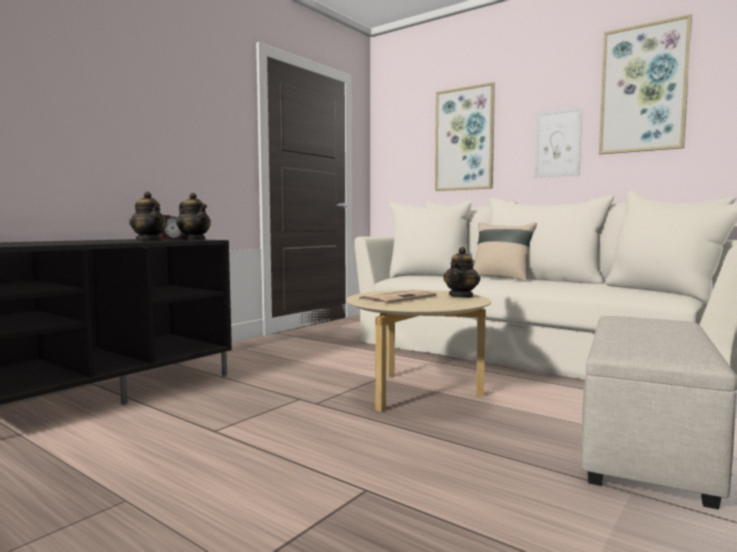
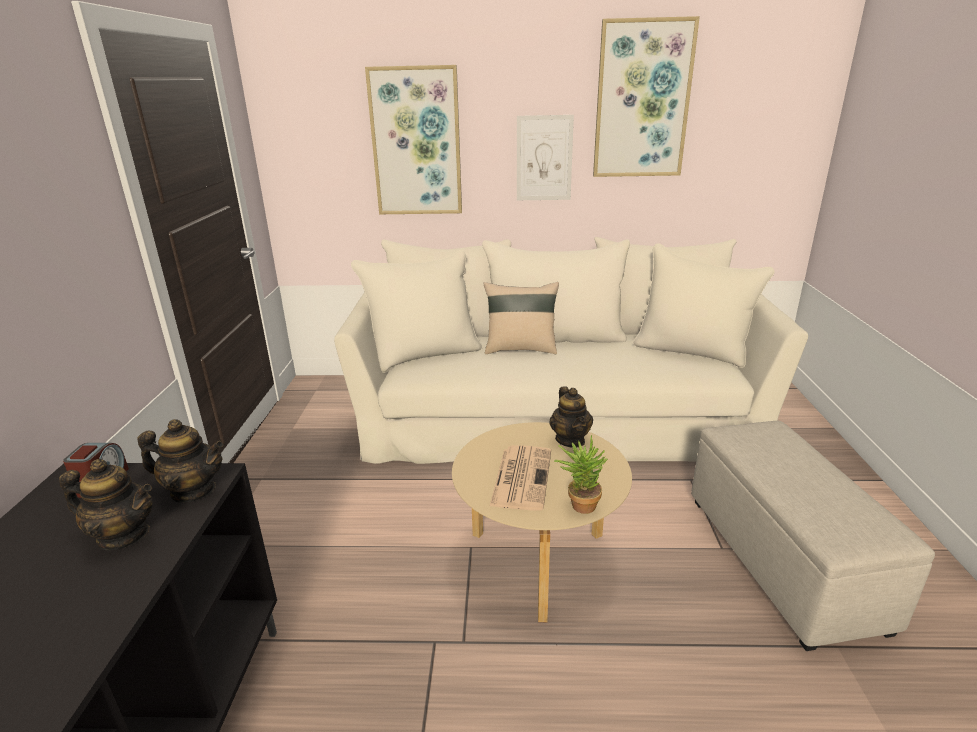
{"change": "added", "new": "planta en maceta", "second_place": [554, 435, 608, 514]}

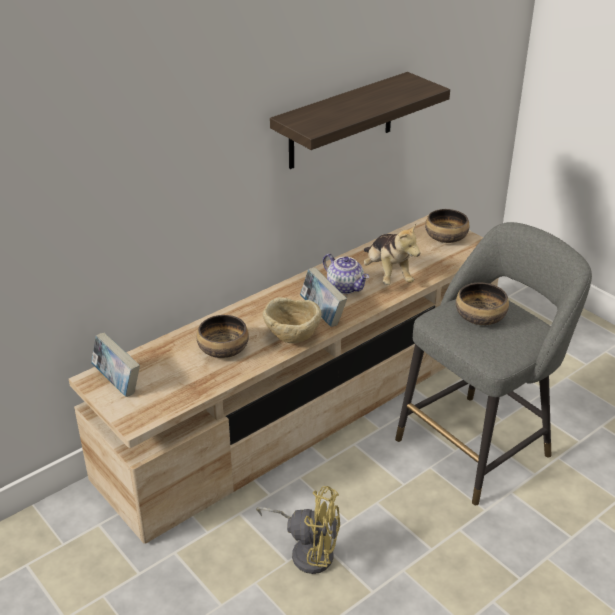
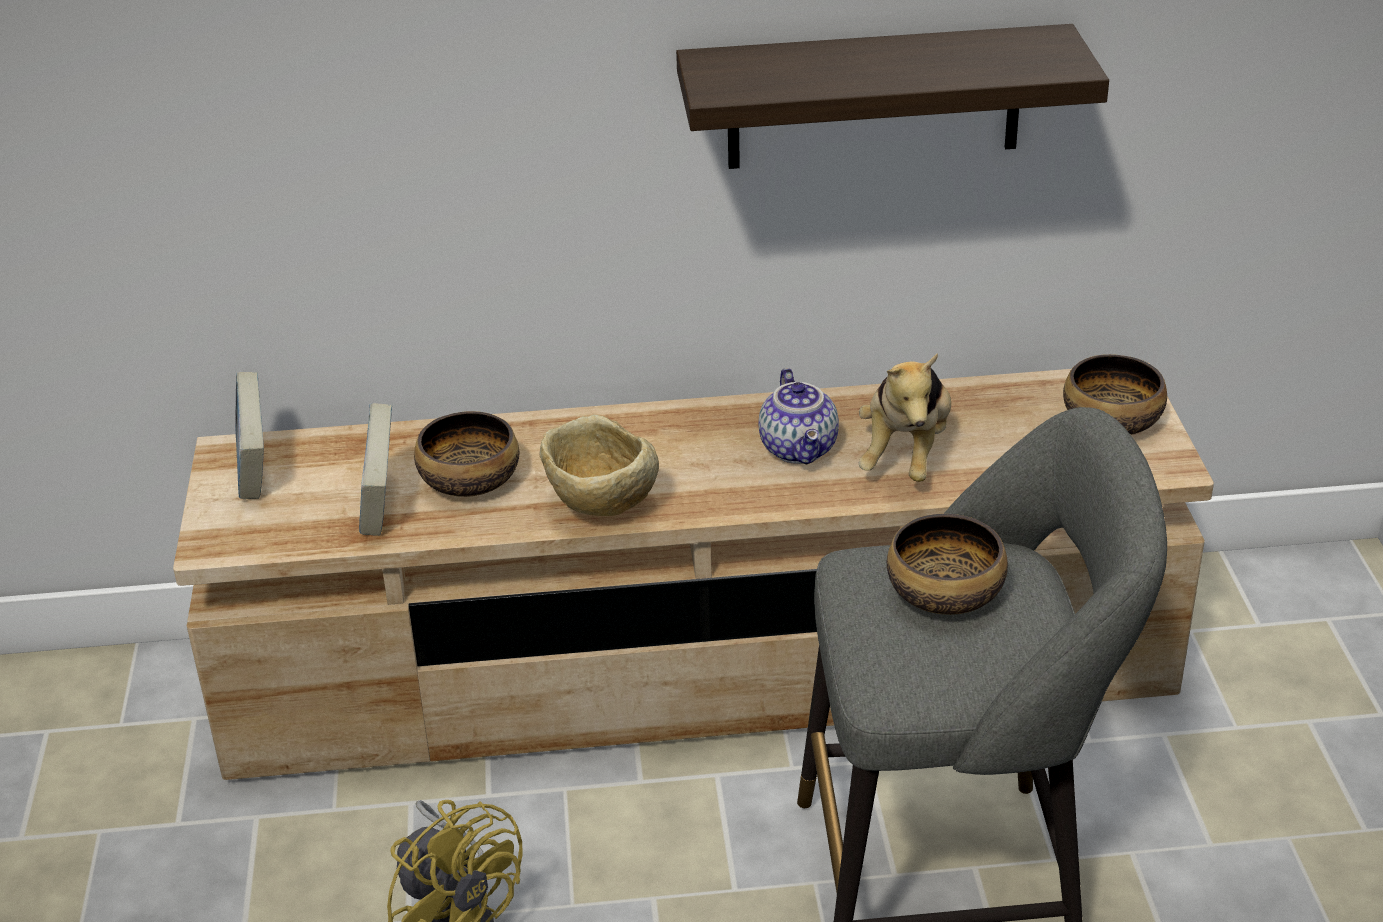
{"change": "moved", "old": "libro", "first_place": [300, 267, 347, 327], "second_place": [359, 403, 392, 536]}

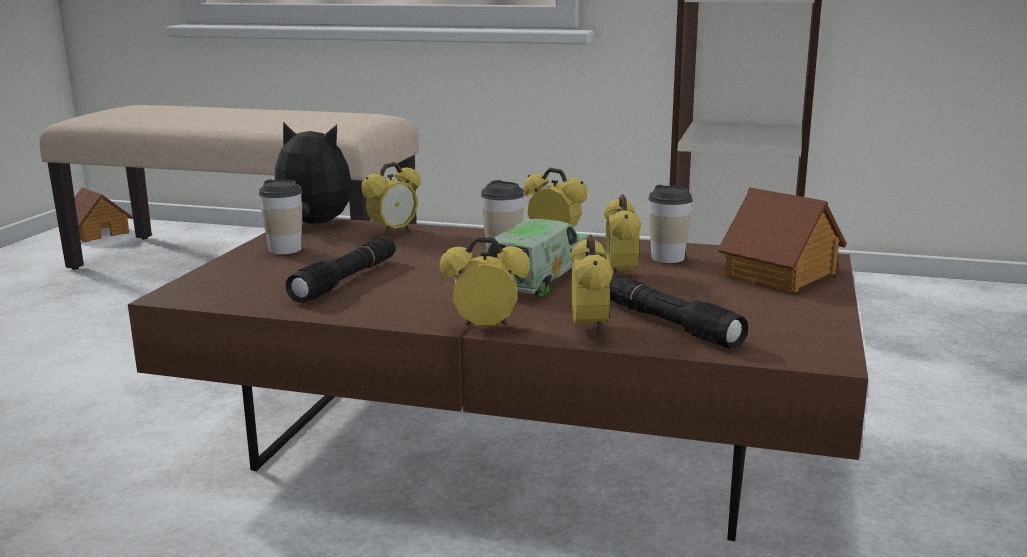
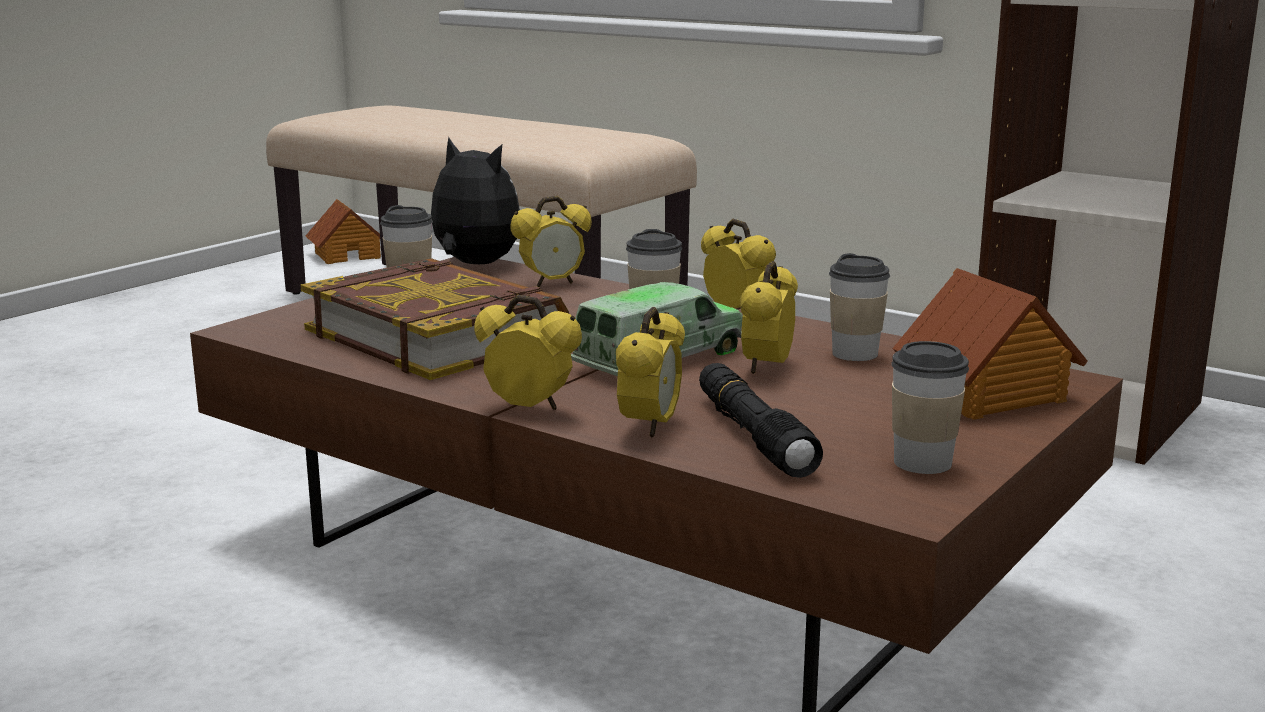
{"change": "replaced", "old": "linterna/negro", "new": "libro", "first_place": [285, 236, 396, 303], "second_place": [301, 258, 569, 380]}
{"change": "added", "new": "taza", "second_place": [891, 341, 969, 474]}

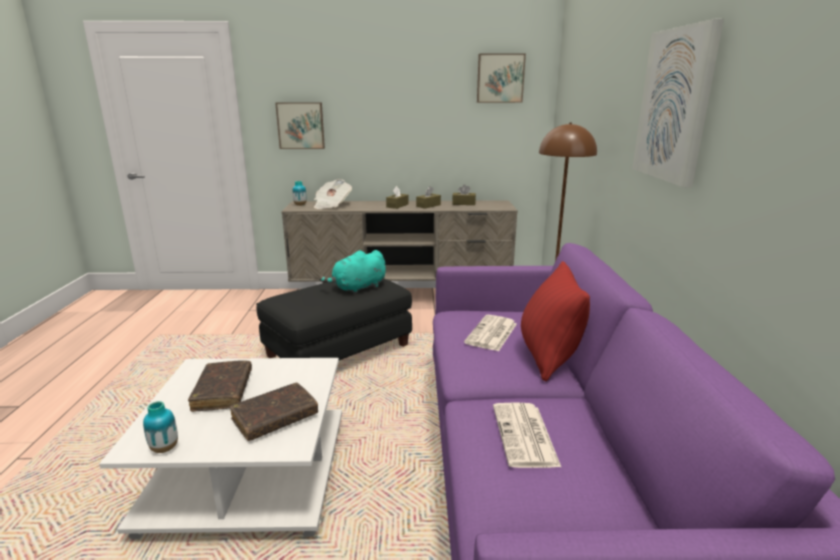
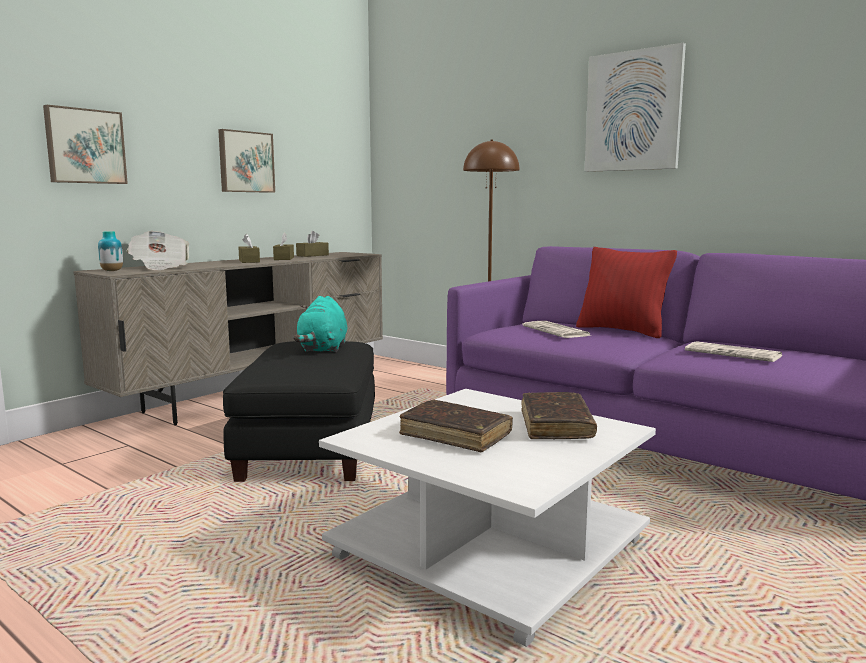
{"change": "removed", "old": "florero", "first_place": [143, 401, 178, 453]}
{"change": "moved", "old": "cuadro", "first_place": [477, 54, 526, 103], "second_place": [218, 129, 275, 193]}

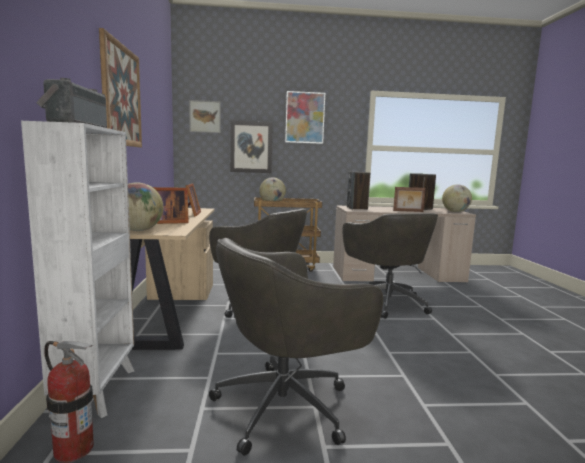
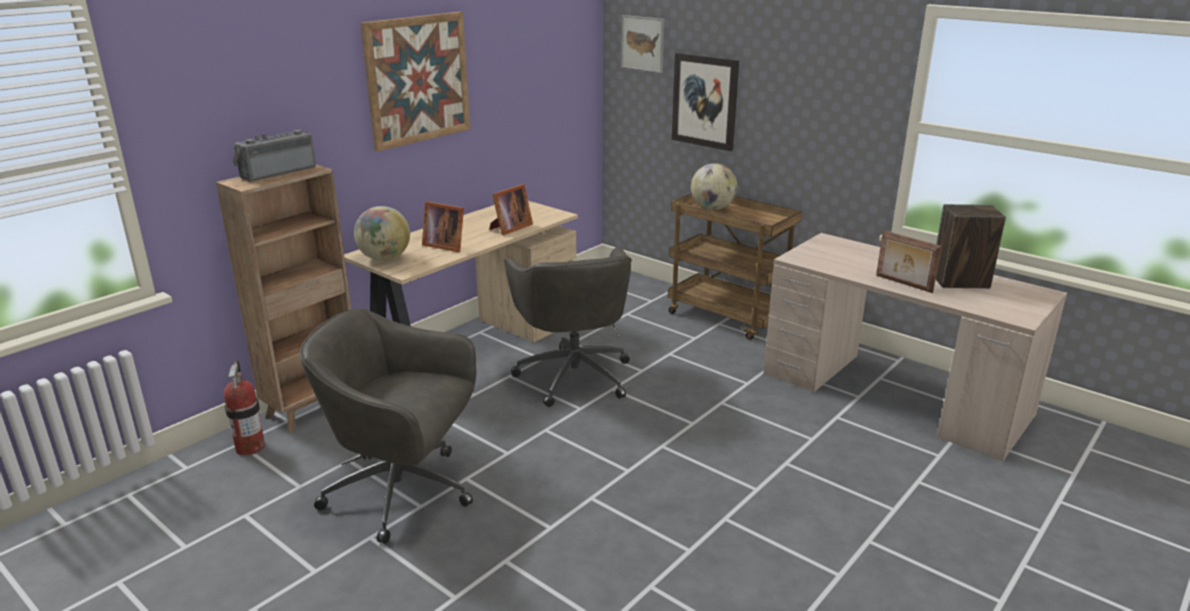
{"change": "recoloured", "old": "estantería/blanco", "new": "estantería/marrón", "first_place": [21, 121, 134, 418], "second_place": [216, 164, 351, 433]}
{"change": "removed", "old": "cuadro", "first_place": [285, 91, 325, 144]}
{"change": "removed", "old": "silla de oficina/gris", "first_place": [342, 213, 438, 319]}
{"change": "removed", "old": "altavoz", "first_place": [347, 171, 370, 210]}
{"change": "removed", "old": "globo terráqueo", "first_place": [442, 184, 472, 212]}

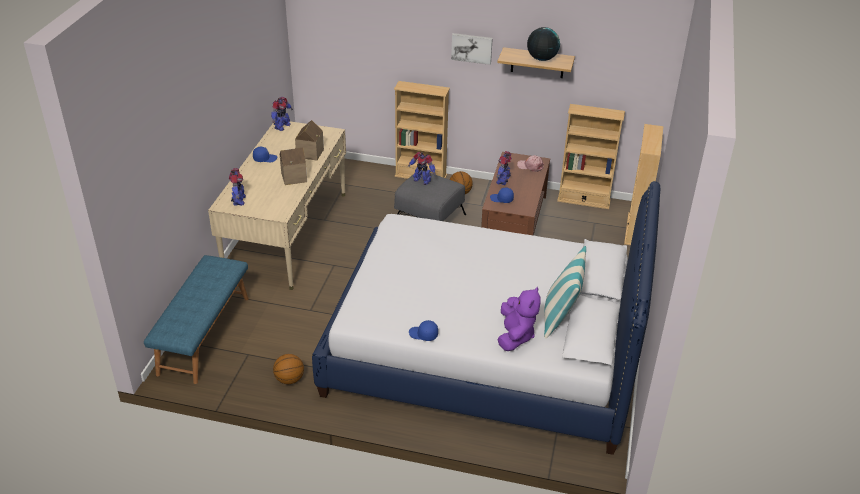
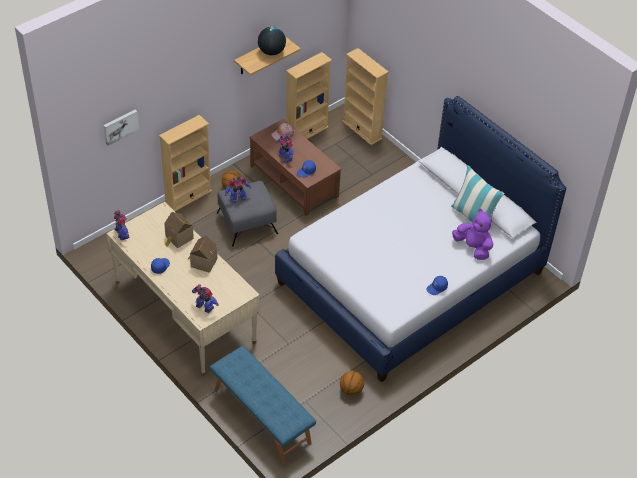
{"change": "moved", "old": "cuadro", "first_place": [451, 33, 493, 65], "second_place": [104, 109, 139, 146]}

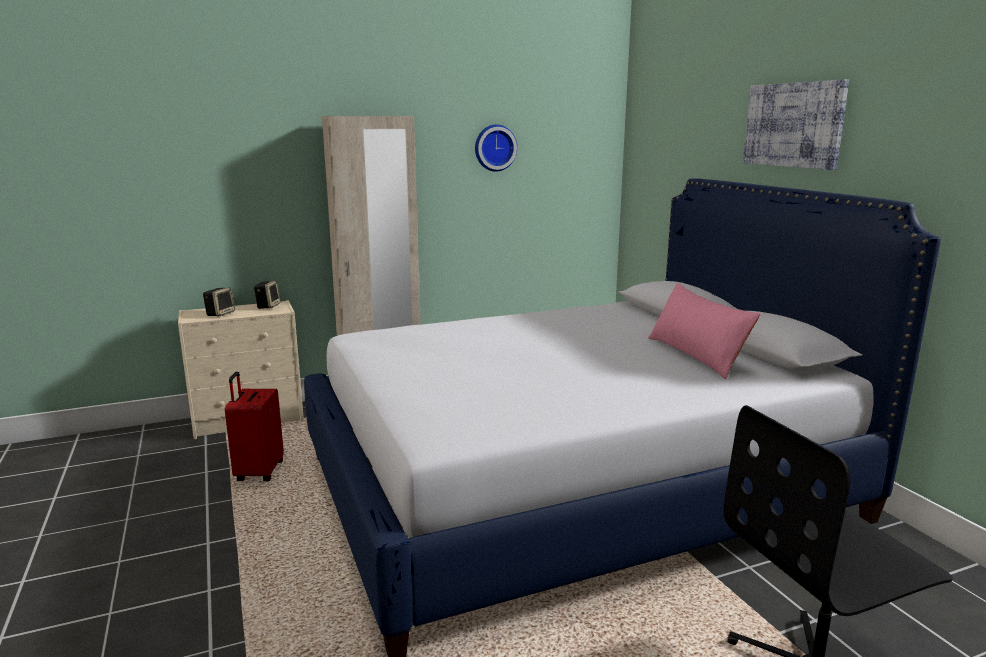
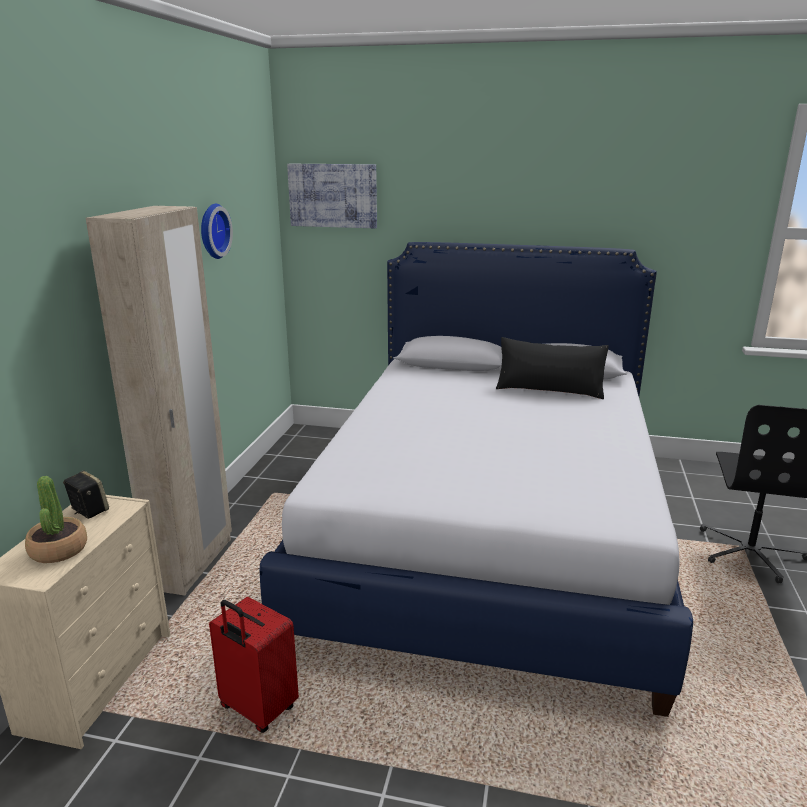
{"change": "replaced", "old": "altavoz", "new": "planta en maceta", "first_place": [203, 287, 235, 316], "second_place": [25, 476, 87, 563]}
{"change": "recoloured", "old": "cojín/rosa", "new": "cojín/negro", "first_place": [648, 283, 761, 379], "second_place": [496, 337, 609, 399]}
{"change": "moved", "old": "cuadro", "first_place": [743, 79, 849, 170], "second_place": [287, 164, 377, 228]}

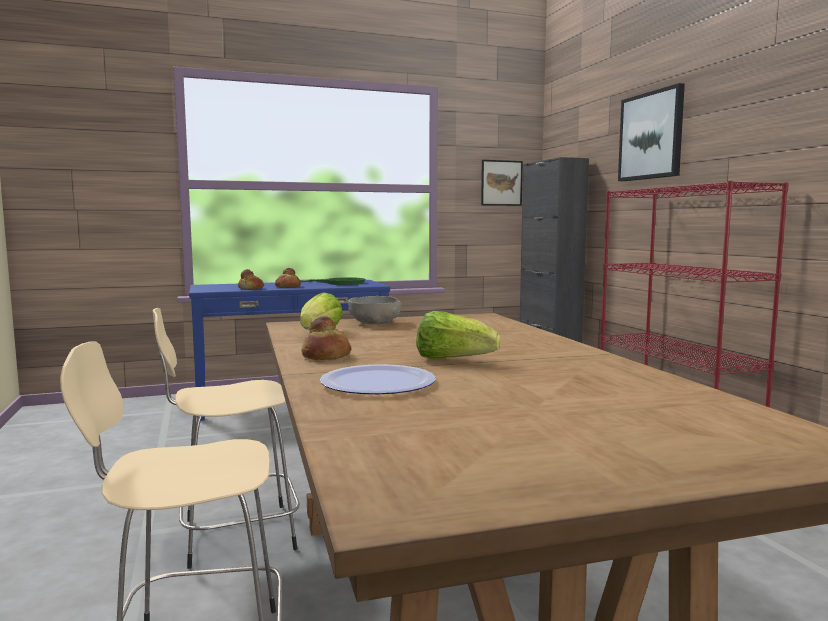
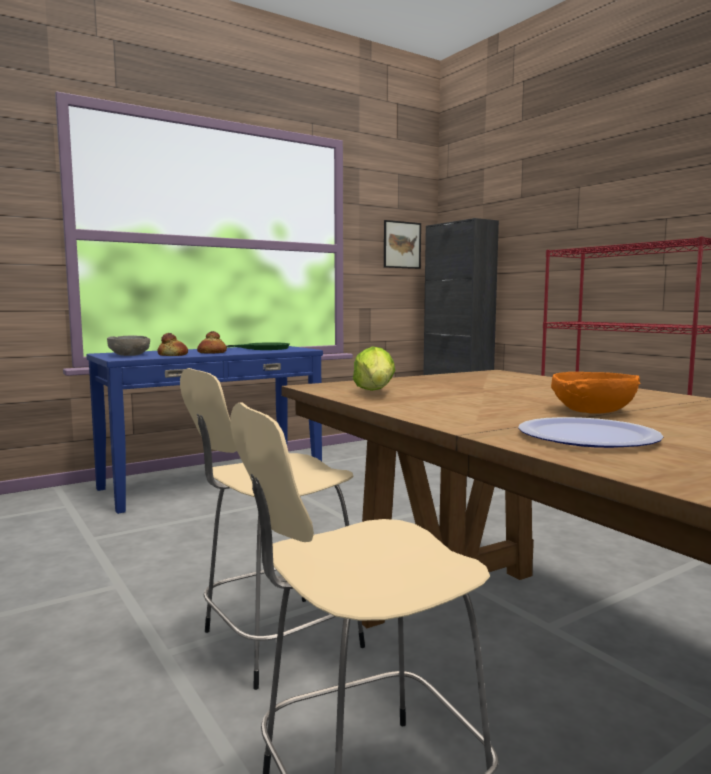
{"change": "removed", "old": "pan", "first_place": [301, 316, 351, 360]}
{"change": "moved", "old": "cuenco/gris", "first_place": [348, 296, 401, 324], "second_place": [107, 336, 150, 356]}
{"change": "replaced", "old": "lechuga", "new": "cuenco/naranja", "first_place": [416, 311, 500, 359], "second_place": [551, 372, 640, 414]}
{"change": "removed", "old": "cuadro", "first_place": [618, 83, 685, 181]}

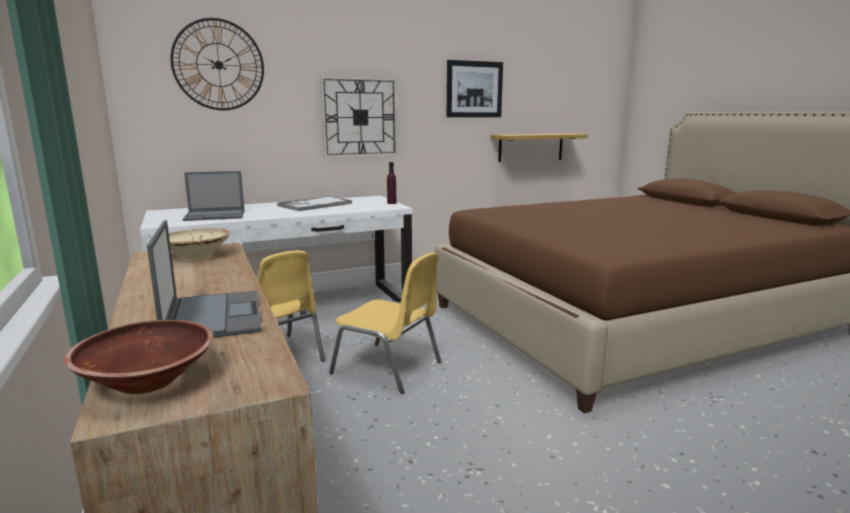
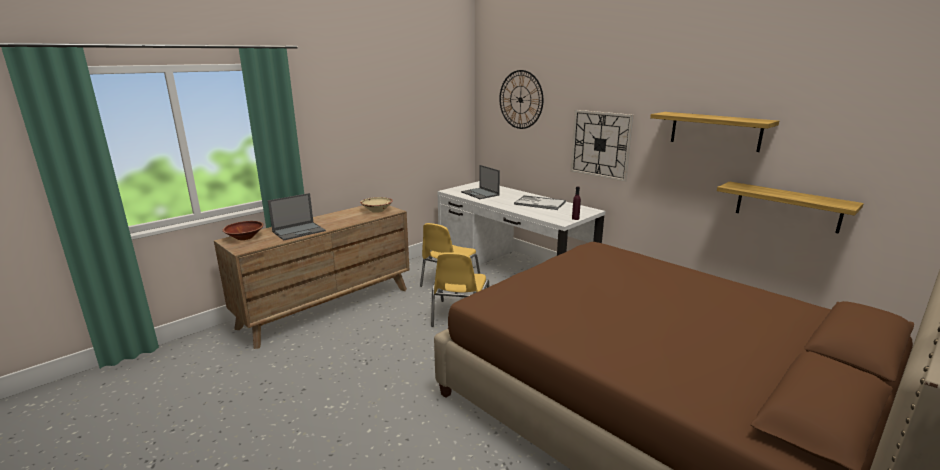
{"change": "replaced", "old": "cuadro", "new": "estante", "first_place": [447, 60, 503, 117], "second_place": [650, 112, 779, 152]}

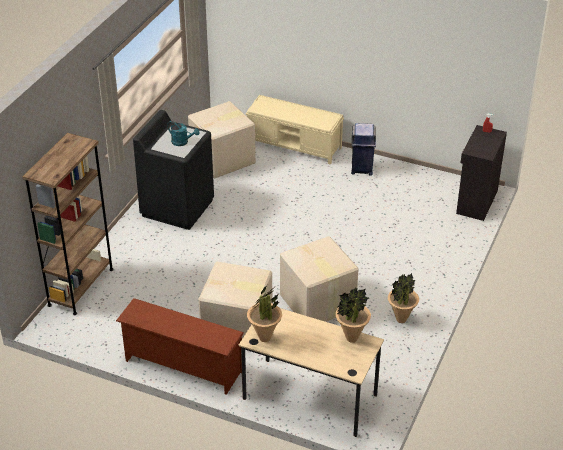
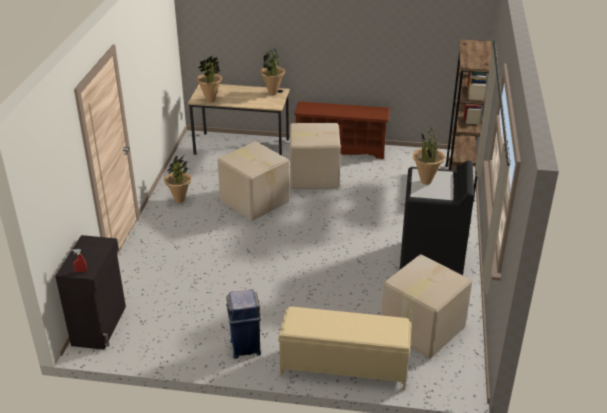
{"change": "replaced", "old": "regadera/turquesa", "new": "planta en maceta", "first_place": [167, 121, 200, 146], "second_place": [413, 128, 445, 185]}

